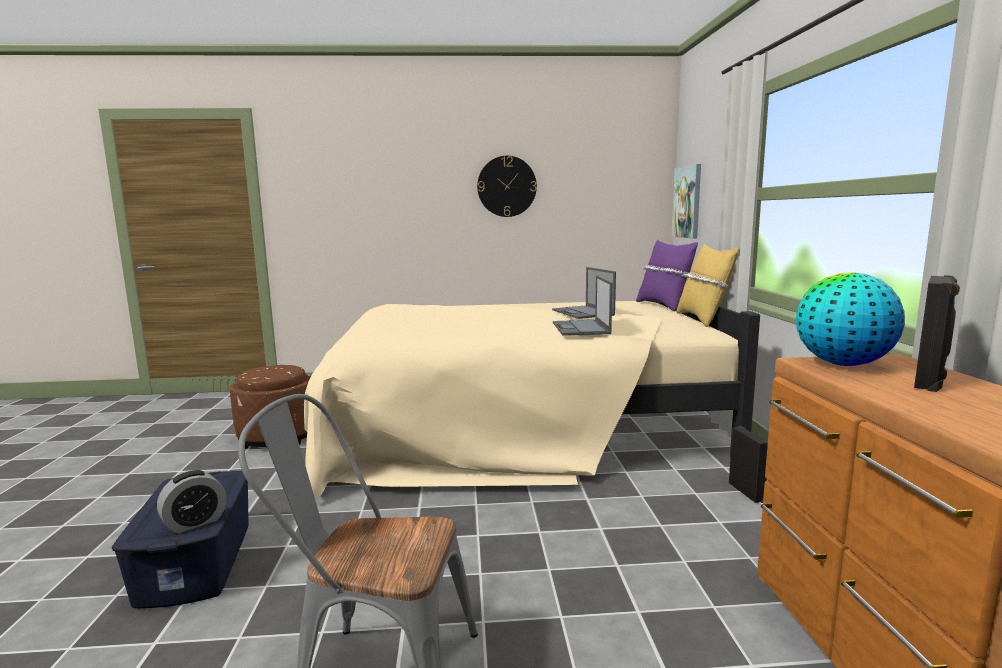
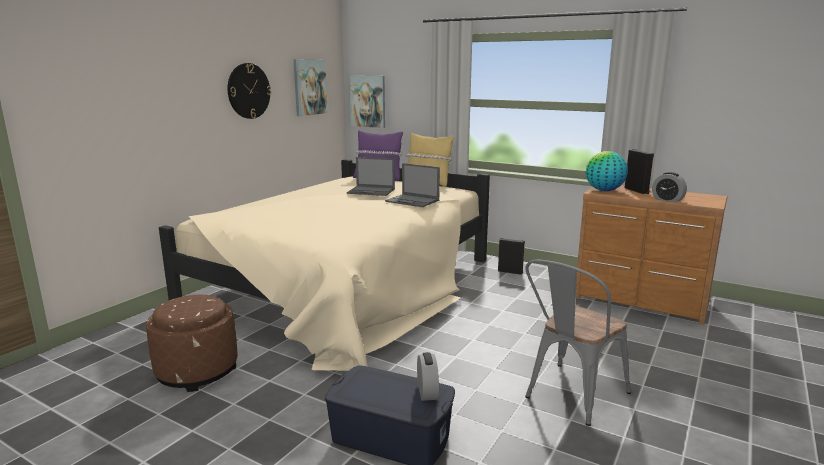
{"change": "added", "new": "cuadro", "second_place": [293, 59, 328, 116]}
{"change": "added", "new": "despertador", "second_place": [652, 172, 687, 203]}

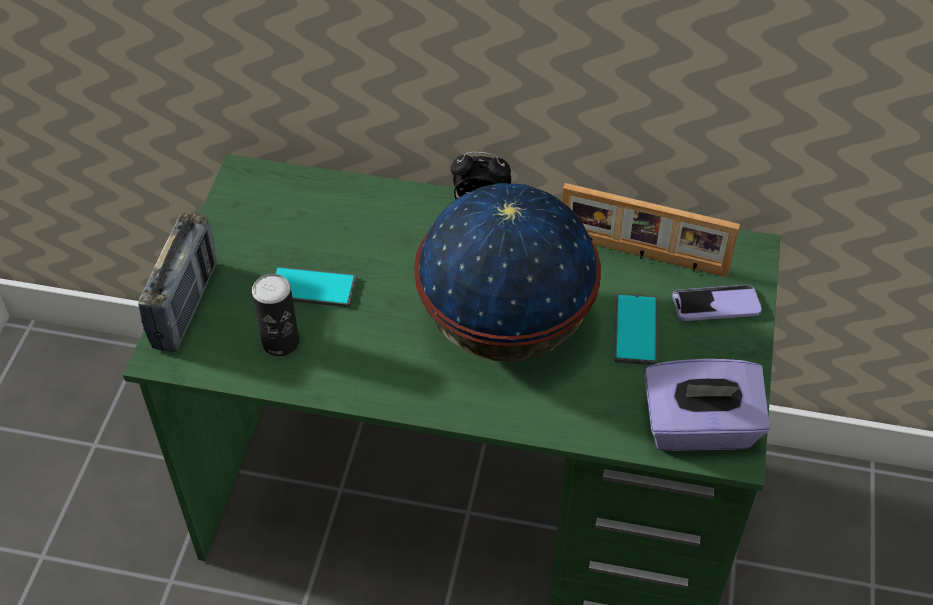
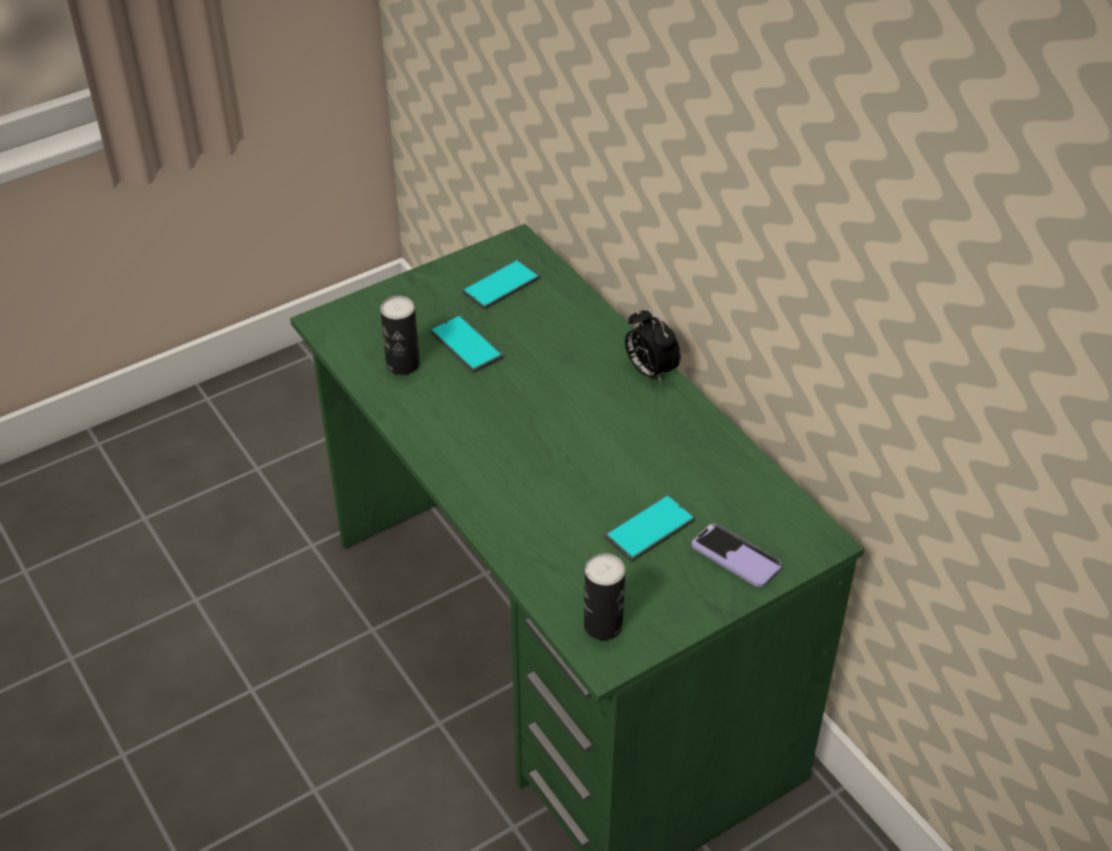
{"change": "removed", "old": "radio", "first_place": [138, 213, 217, 352]}
{"change": "removed", "old": "globo terráqueo", "first_place": [414, 183, 601, 362]}
{"change": "removed", "old": "portarretratos", "first_place": [562, 183, 740, 277]}
{"change": "replaced", "old": "caja de pañuelos/morado", "new": "lata", "first_place": [644, 359, 770, 451], "second_place": [584, 553, 625, 640]}
{"change": "added", "new": "móvil", "second_place": [463, 259, 540, 309]}

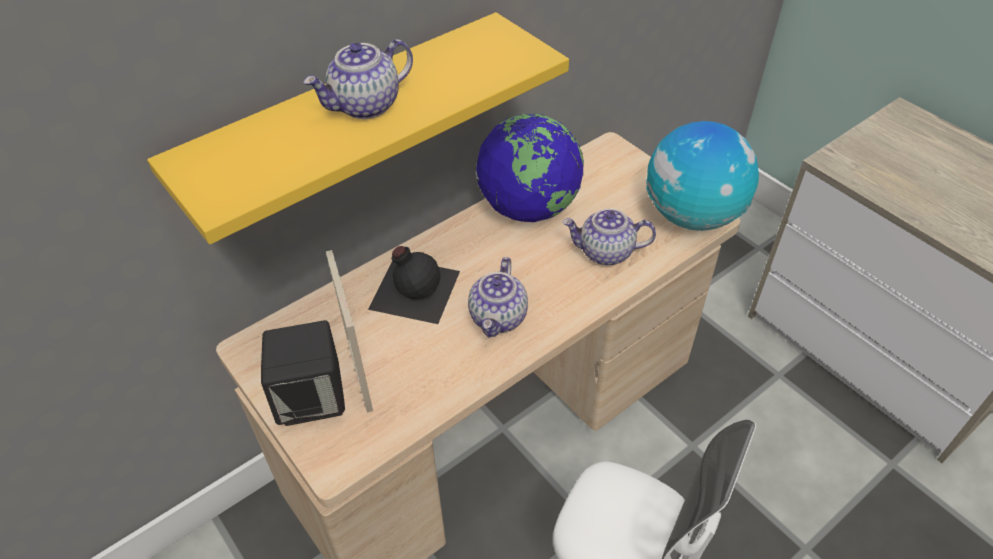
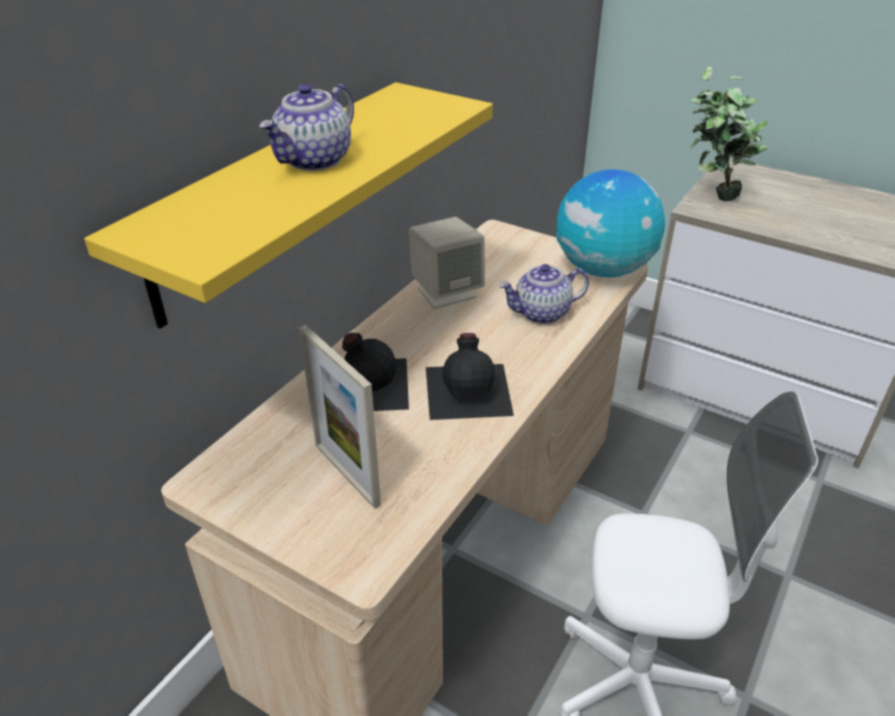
{"change": "removed", "old": "altavoz/negro", "first_place": [261, 320, 345, 426]}
{"change": "replaced", "old": "tetera", "new": "botella/negro", "first_place": [468, 257, 528, 337], "second_place": [426, 333, 514, 420]}
{"change": "replaced", "old": "globo terráqueo", "new": "altavoz/beis", "first_place": [476, 114, 584, 222], "second_place": [409, 217, 485, 309]}
{"change": "added", "new": "planta en maceta", "second_place": [690, 66, 769, 201]}

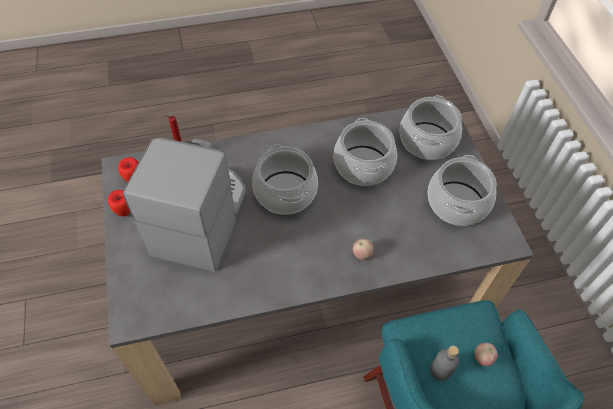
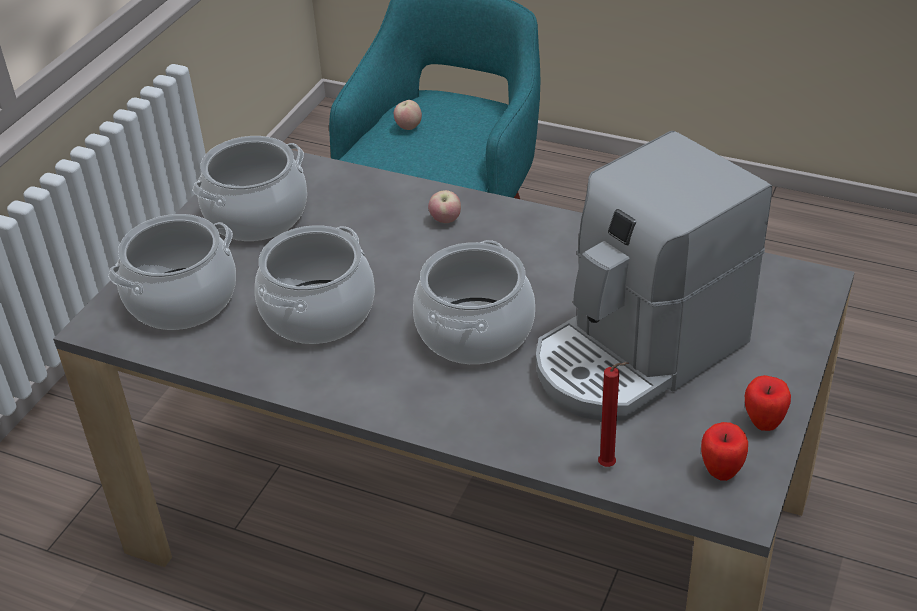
{"change": "removed", "old": "botella/gris", "first_place": [430, 346, 459, 381]}

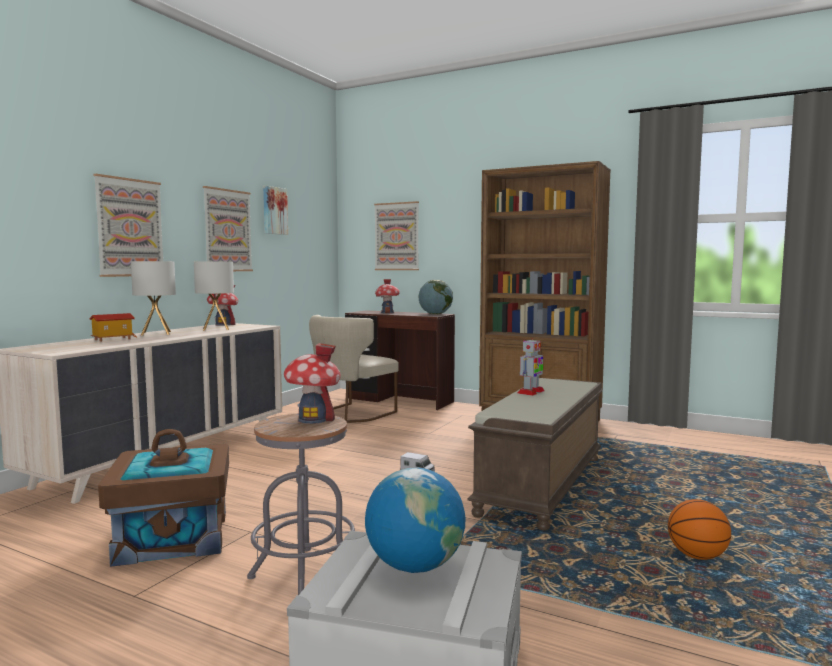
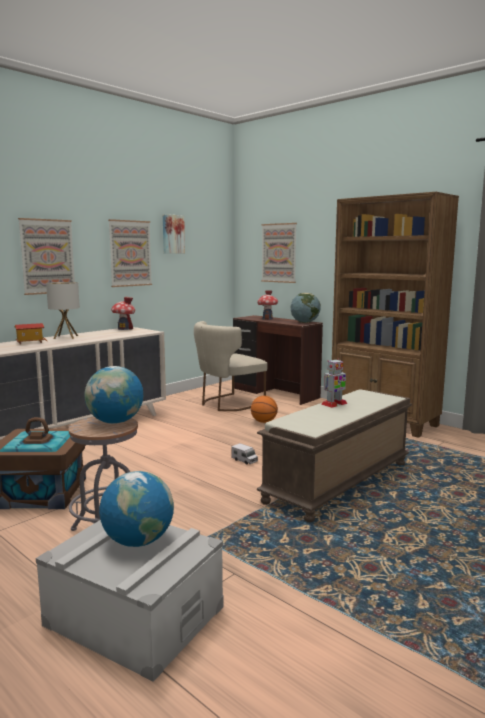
{"change": "removed", "old": "lámpara de mesa", "first_place": [194, 262, 234, 331]}
{"change": "replaced", "old": "casita", "new": "globo terráqueo", "first_place": [284, 343, 341, 424], "second_place": [84, 366, 143, 424]}
{"change": "moved", "old": "balón de baloncesto", "first_place": [668, 499, 731, 560], "second_place": [251, 396, 278, 423]}

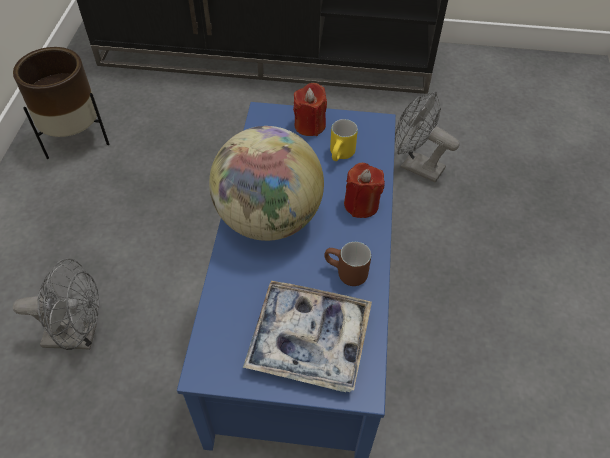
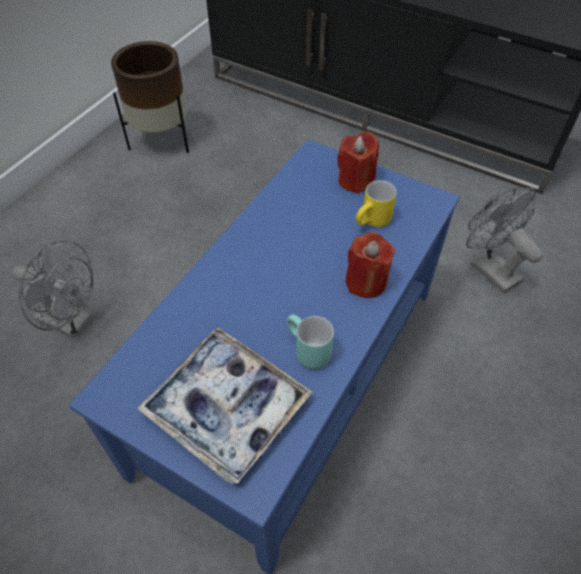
{"change": "removed", "old": "globo terráqueo", "first_place": [209, 126, 324, 241]}
{"change": "recoloured", "old": "taza grande/marrón", "new": "taza grande/turquesa", "first_place": [324, 242, 371, 286], "second_place": [287, 314, 334, 369]}

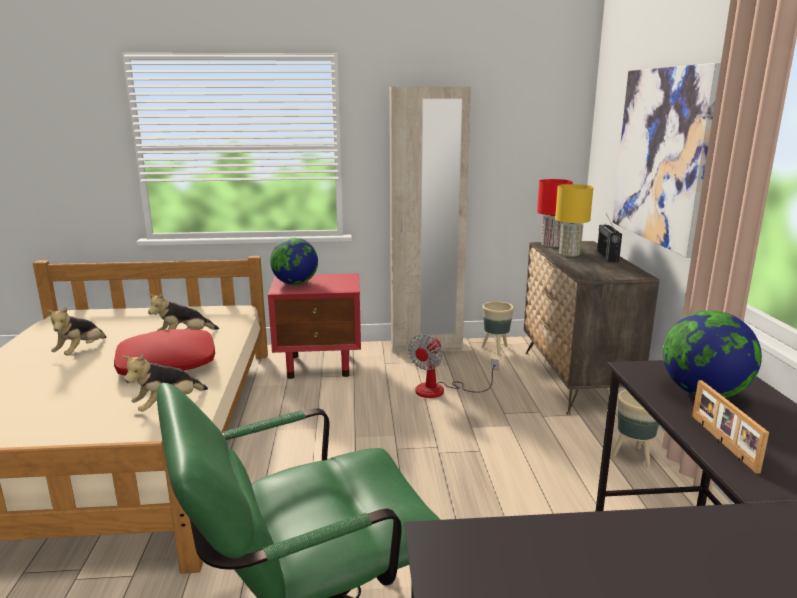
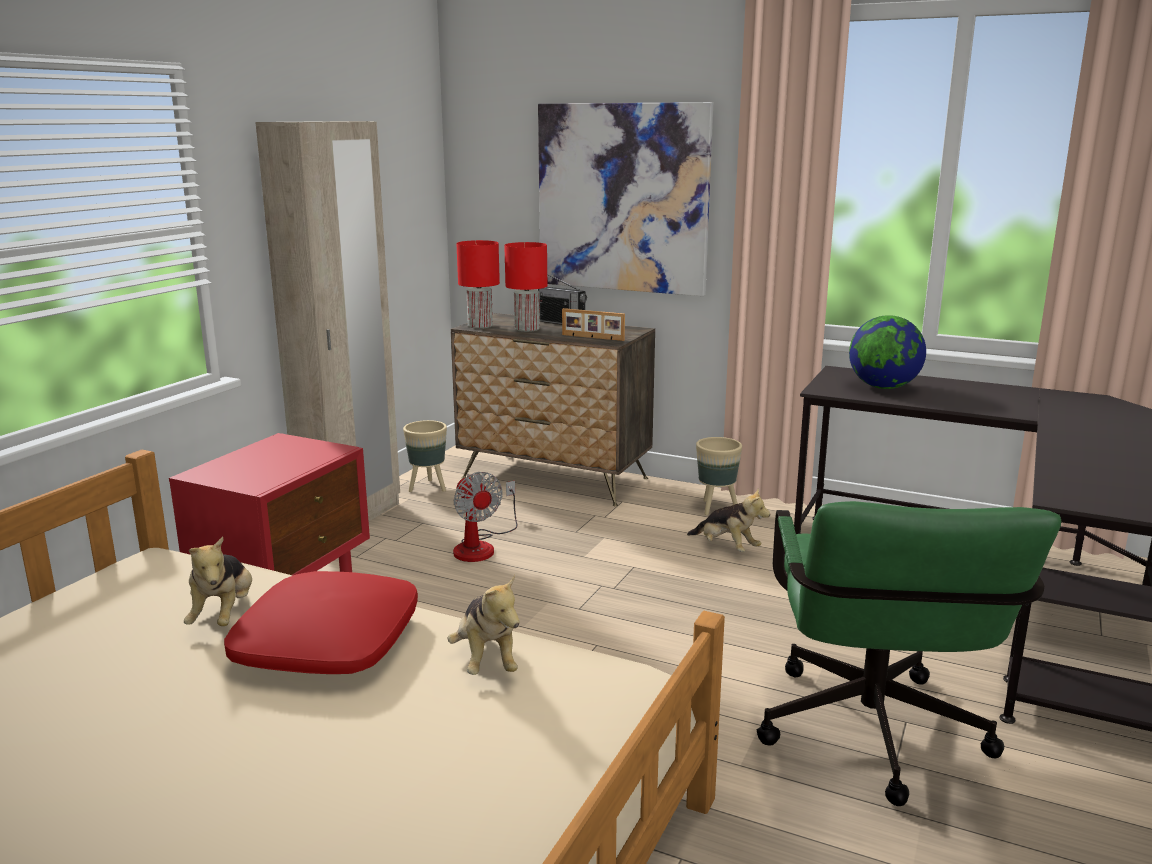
{"change": "moved", "old": "peluche", "first_place": [47, 307, 106, 356], "second_place": [687, 488, 770, 552]}
{"change": "removed", "old": "globo terráqueo", "first_place": [270, 238, 318, 285]}
{"change": "recoloured", "old": "lámpara de mesa/amarillo", "new": "lámpara de mesa/rojo", "first_place": [555, 184, 593, 257], "second_place": [504, 242, 547, 332]}
{"change": "moved", "old": "portarretratos", "first_place": [692, 380, 769, 474], "second_place": [562, 308, 625, 341]}

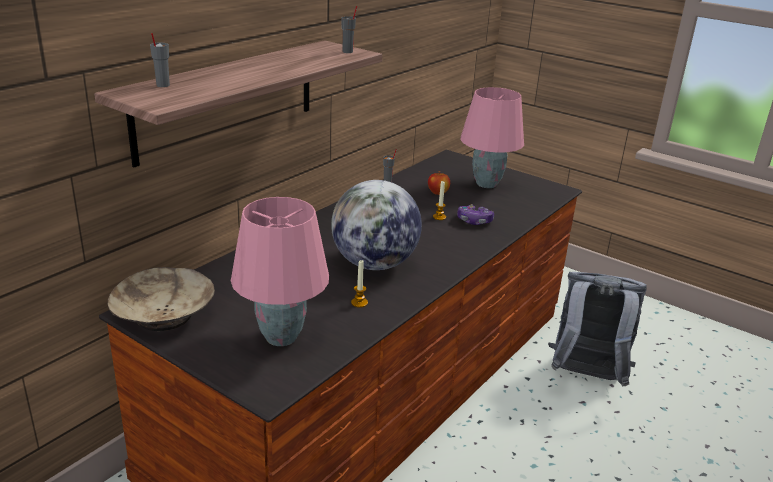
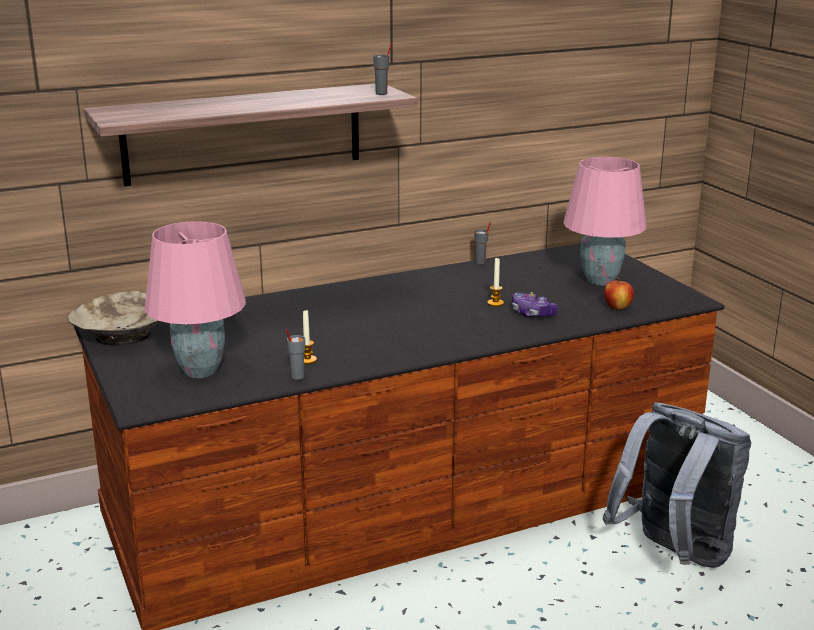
{"change": "moved", "old": "taza/gris", "first_place": [150, 33, 170, 87], "second_place": [286, 329, 305, 380]}
{"change": "removed", "old": "globo terráqueo", "first_place": [331, 180, 422, 270]}
{"change": "moved", "old": "manzana", "first_place": [428, 171, 450, 195], "second_place": [604, 278, 634, 310]}

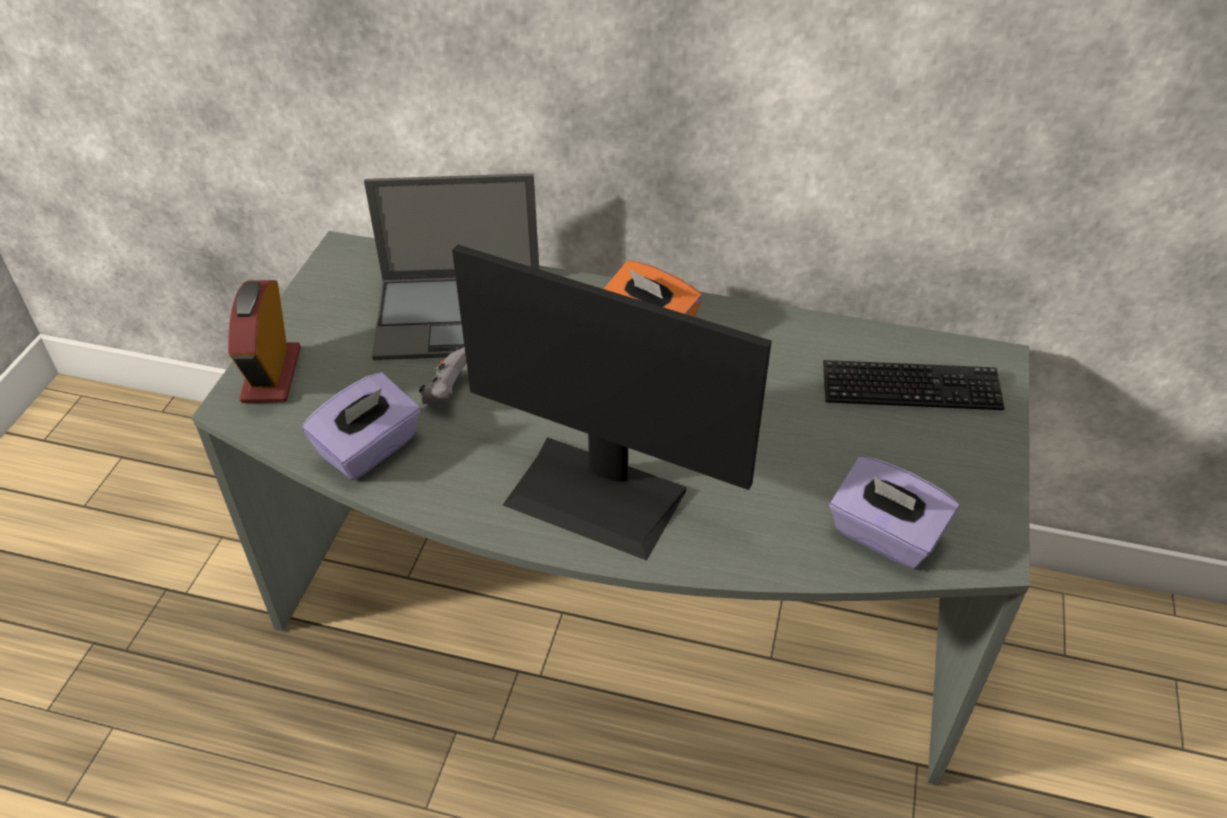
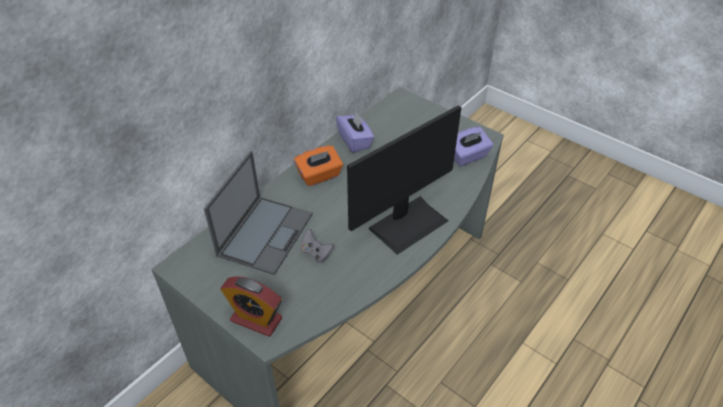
{"change": "moved", "old": "caja de pañuelos/morado", "first_place": [302, 372, 421, 480], "second_place": [336, 111, 374, 153]}
{"change": "removed", "old": "teclado", "first_place": [823, 360, 1005, 410]}

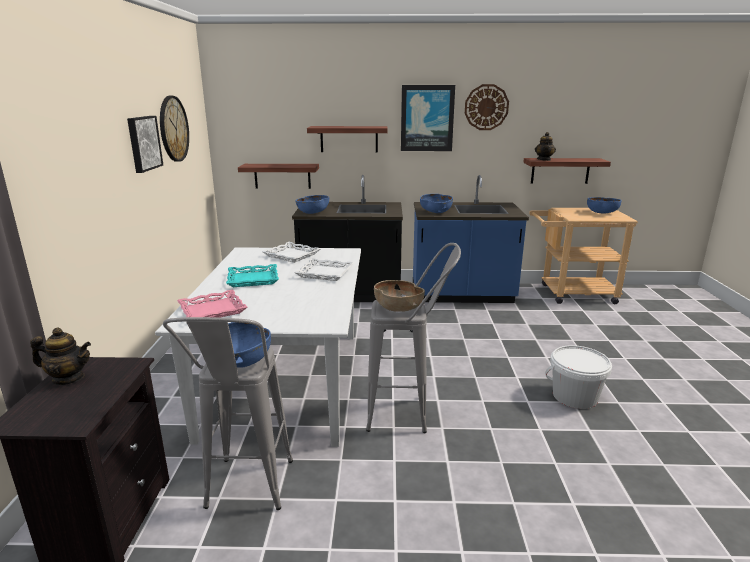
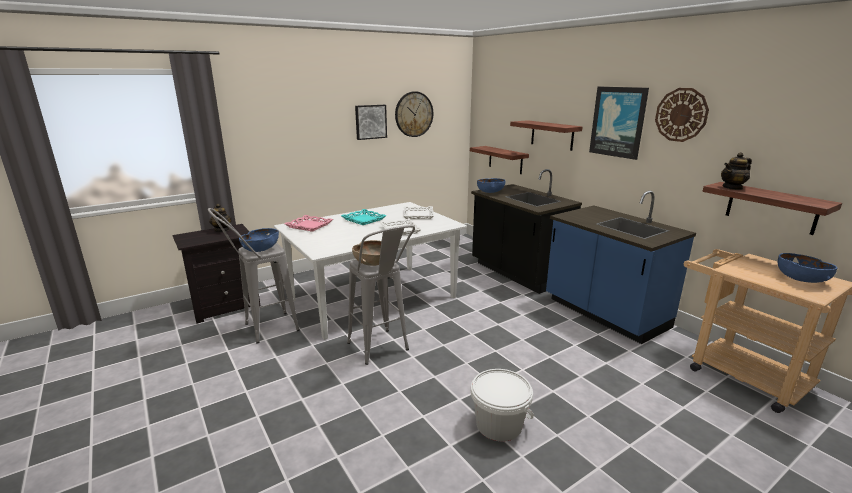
{"change": "removed", "old": "cuenco/azul", "first_place": [420, 194, 453, 213]}

